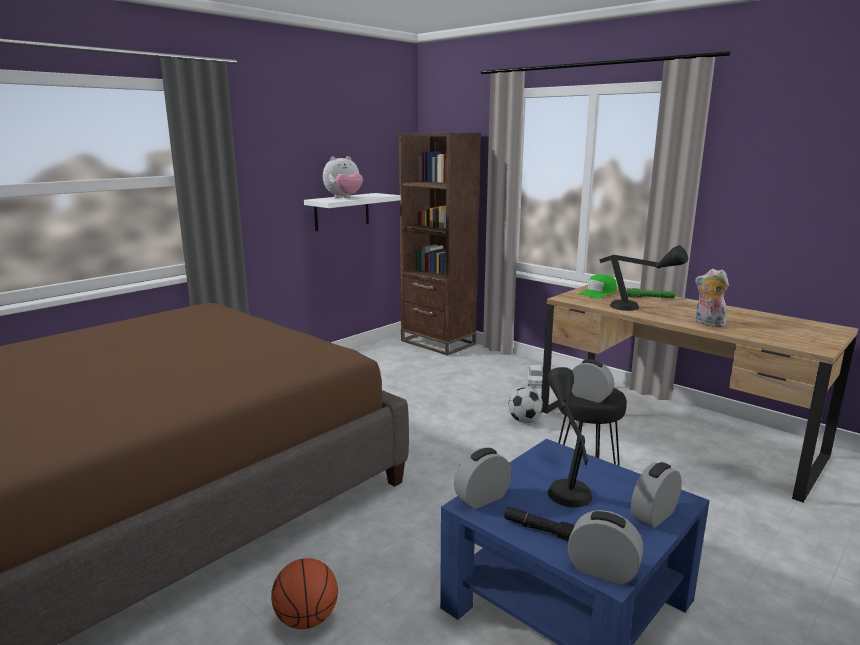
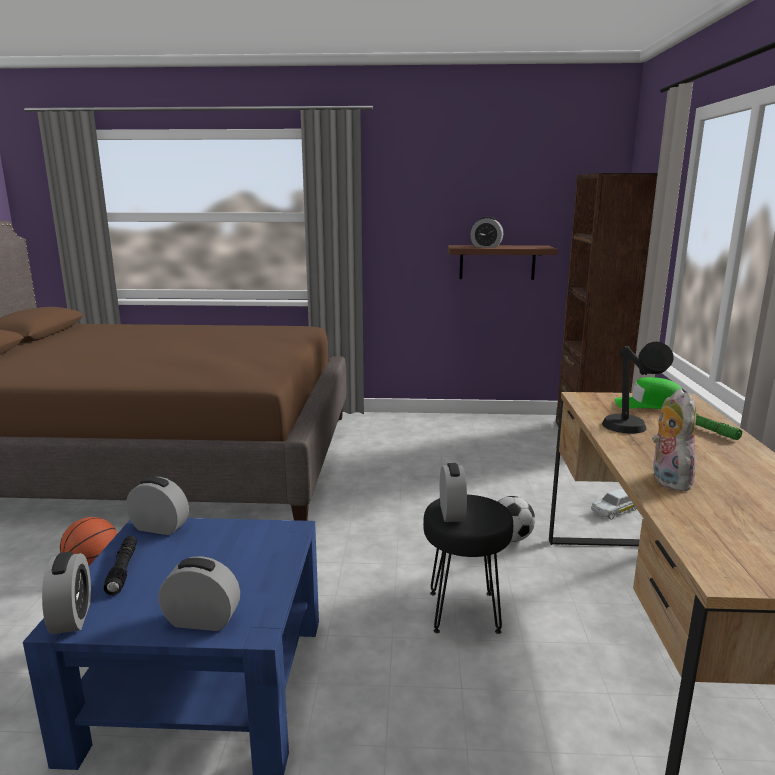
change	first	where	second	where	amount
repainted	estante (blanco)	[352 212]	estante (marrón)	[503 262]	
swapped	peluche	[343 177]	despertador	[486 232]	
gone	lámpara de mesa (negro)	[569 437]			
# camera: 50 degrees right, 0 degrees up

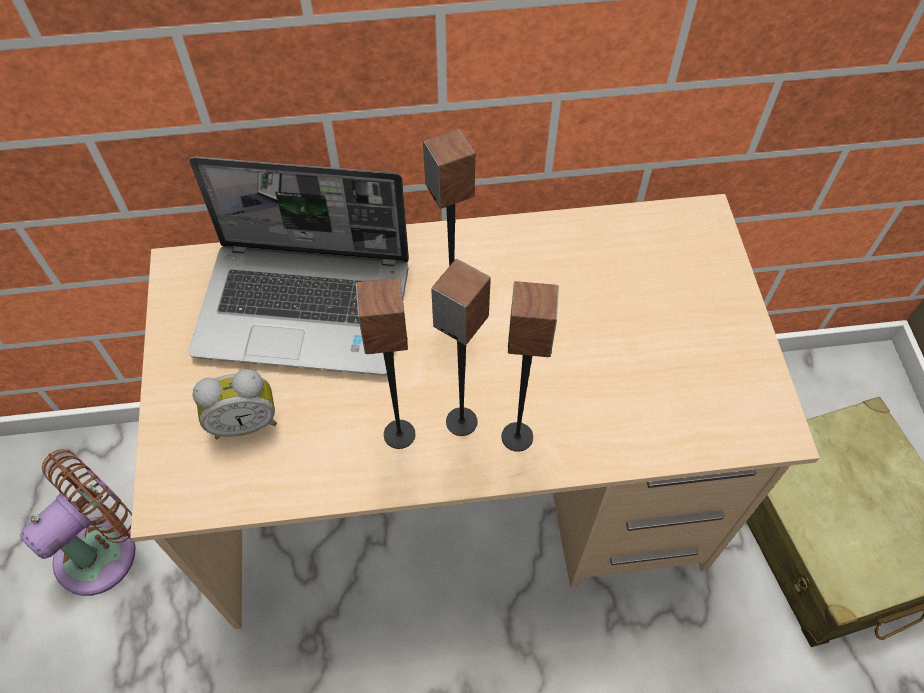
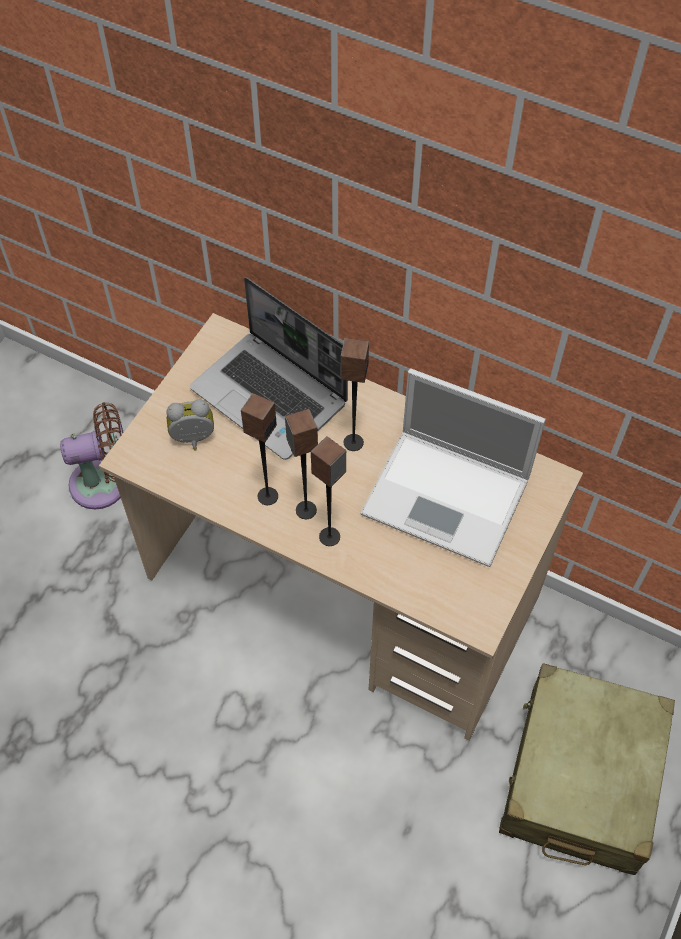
change	first	where	second	where	amount
rotated	despertador	[235 404]		[190 425]	150 degrees clockwise
new			portátil	[453 467]	
# camera: 35 degrees right, 0 degrees up

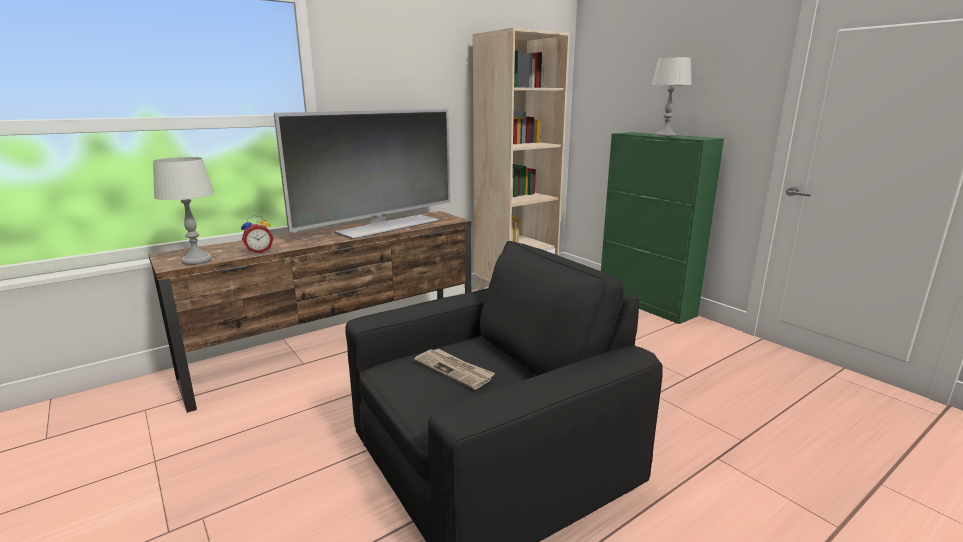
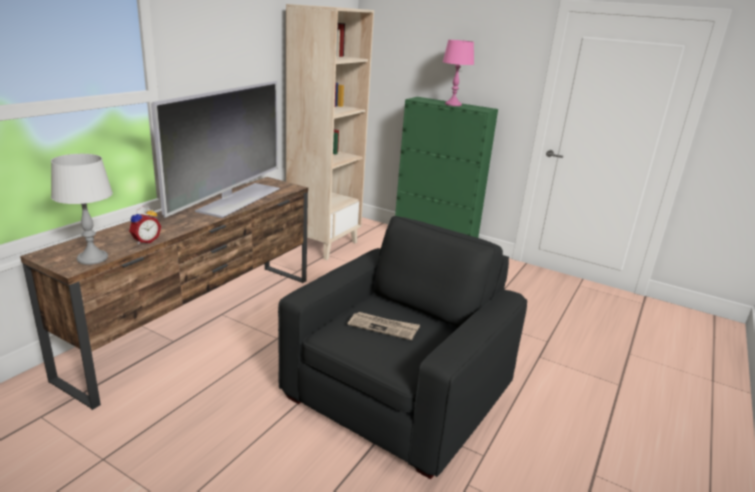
change	first	where	second	where	amount
repainted	lámpara de mesa (gris)	[671 97]	lámpara de mesa (rosa)	[458 73]	
# camera: 25 degrees left, 5 degrees up

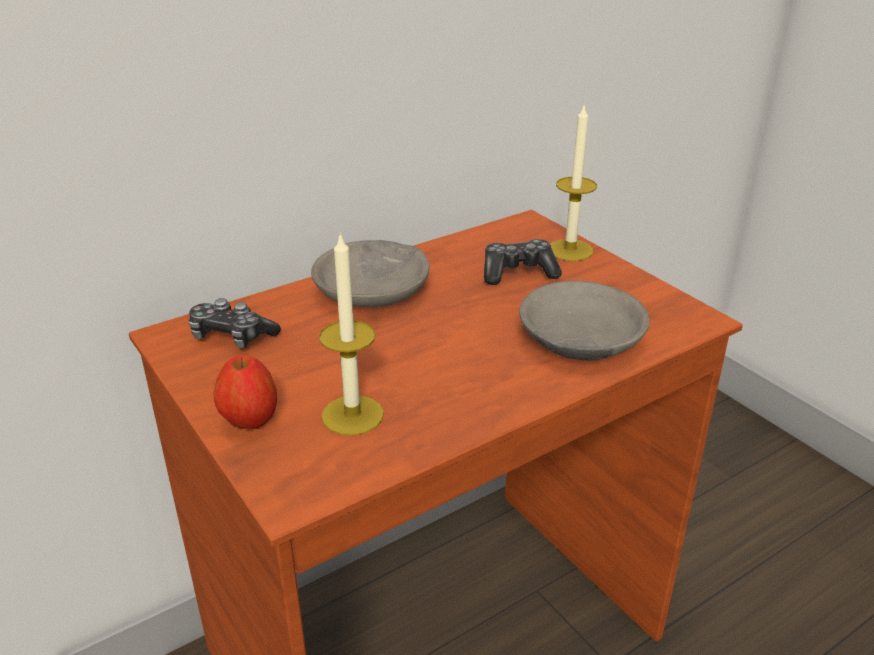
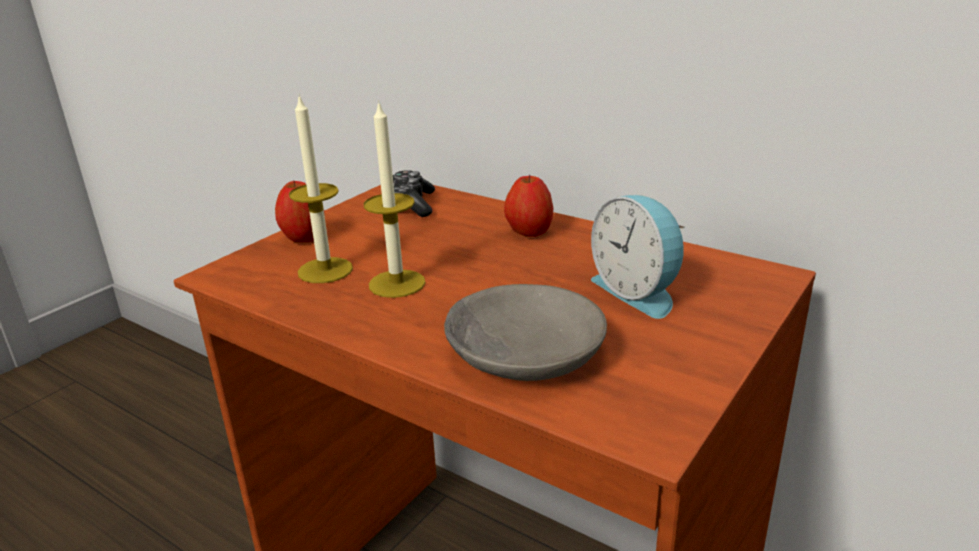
change	first	where	second	where	amount
shifted	vela	[573 182]		[395 199]	
swapped	cuenco (gris)	[370 273]	manzana	[528 205]	
swapped	mando de consola	[523 262]	despertador	[638 257]	
# camera: 70 degrees right, 5 degrees down

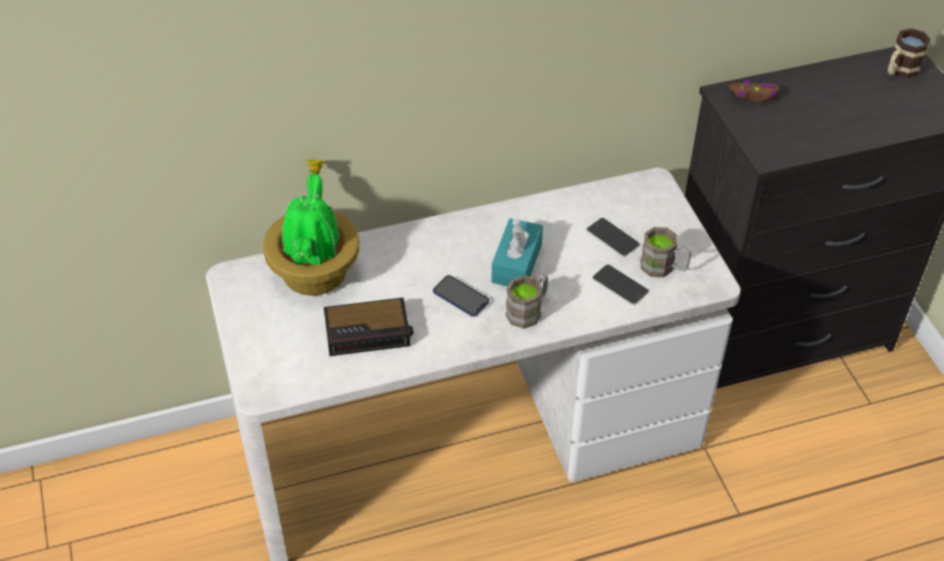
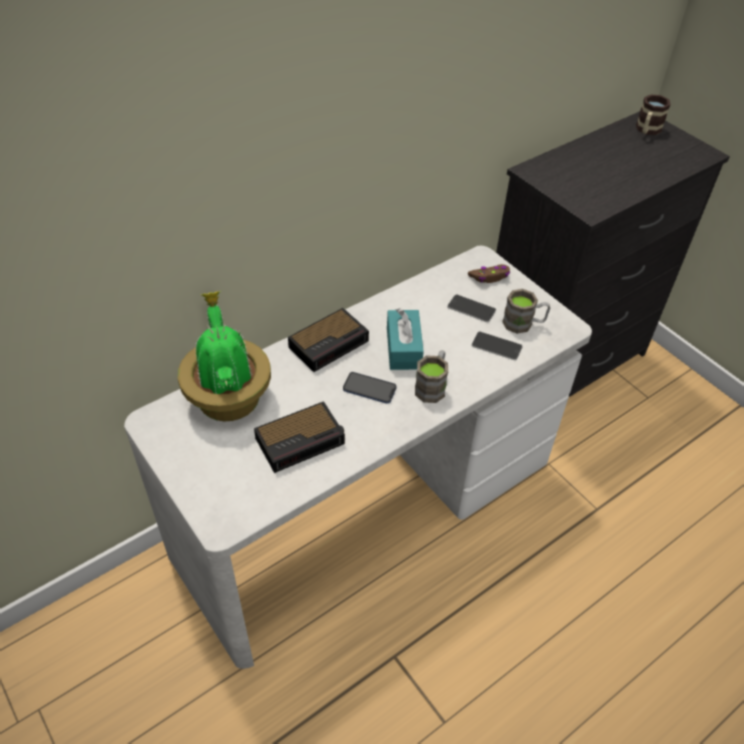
change	first	where	second	where	amount
new			despertador	[328 340]	
shifted	mando de consola (marrón)	[754 90]		[489 273]	
# camera: 20 degrees left, 0 degrees up

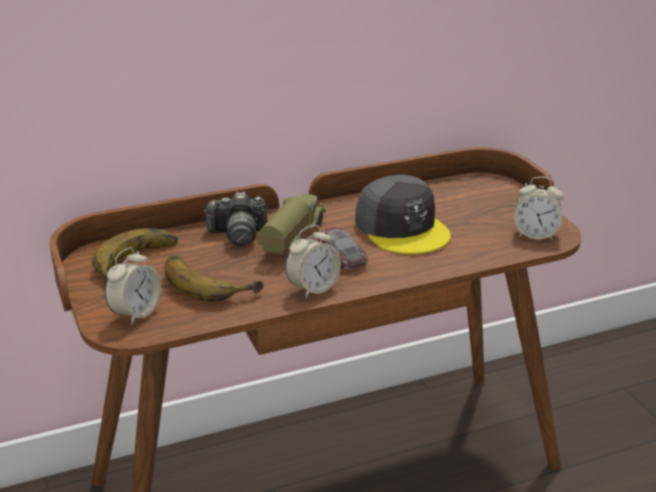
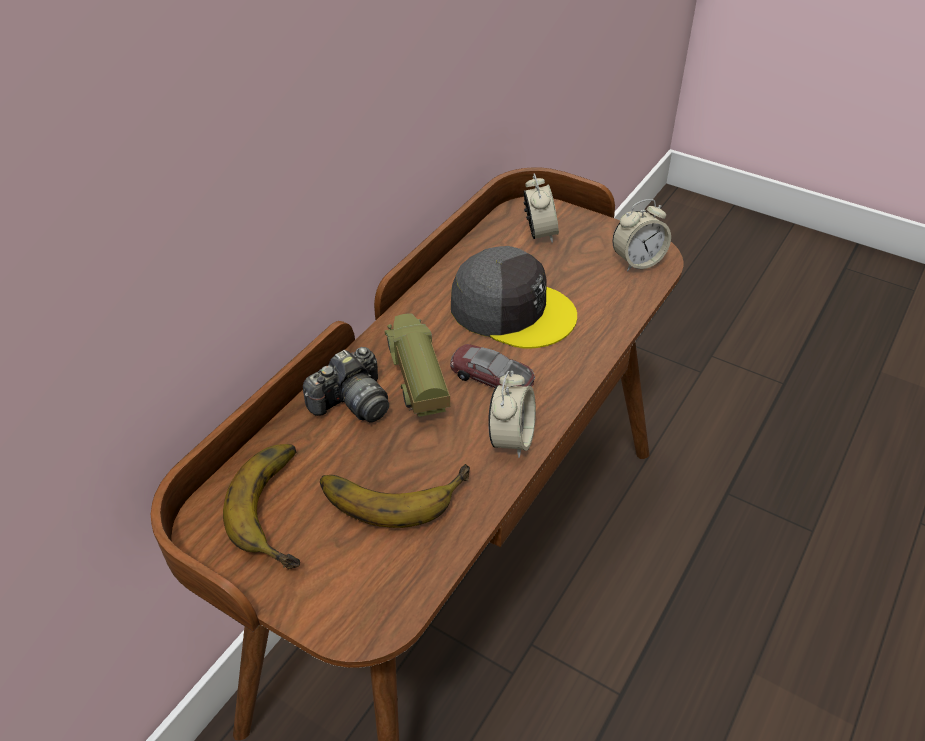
change	first	where	second	where	amount
shifted	despertador	[133 286]		[541 208]	
# camera: 35 degrees left, 15 degrees up

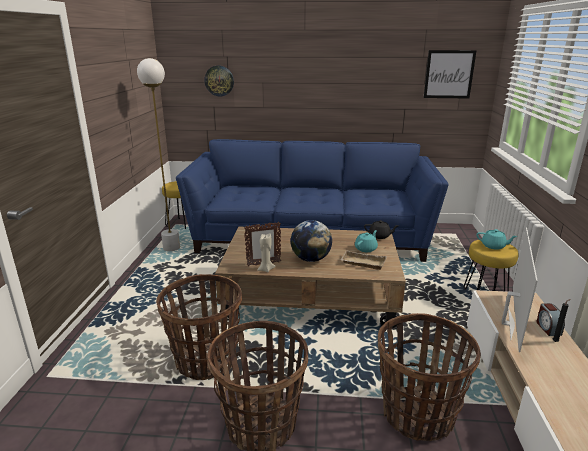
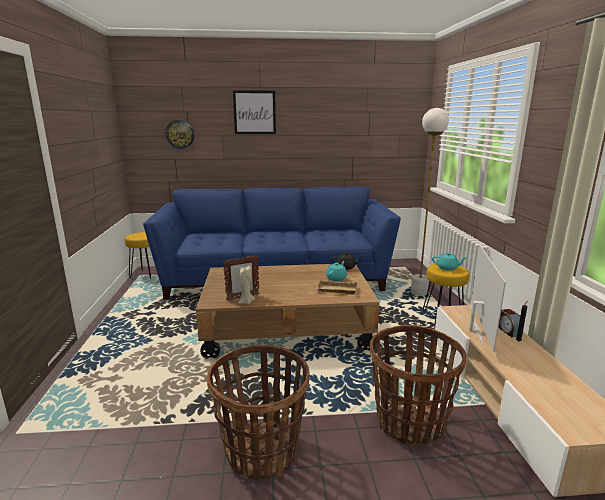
change	first	where	second	where	amount
shifted	cuadro	[450 74]		[254 112]	
shifted	lámpara de pie (blanco)	[158 154]		[430 202]	
gone	cesta	[199 327]			
gone	globo terráqueo	[311 241]			
# camera: 10 degrees left, 5 degrees down

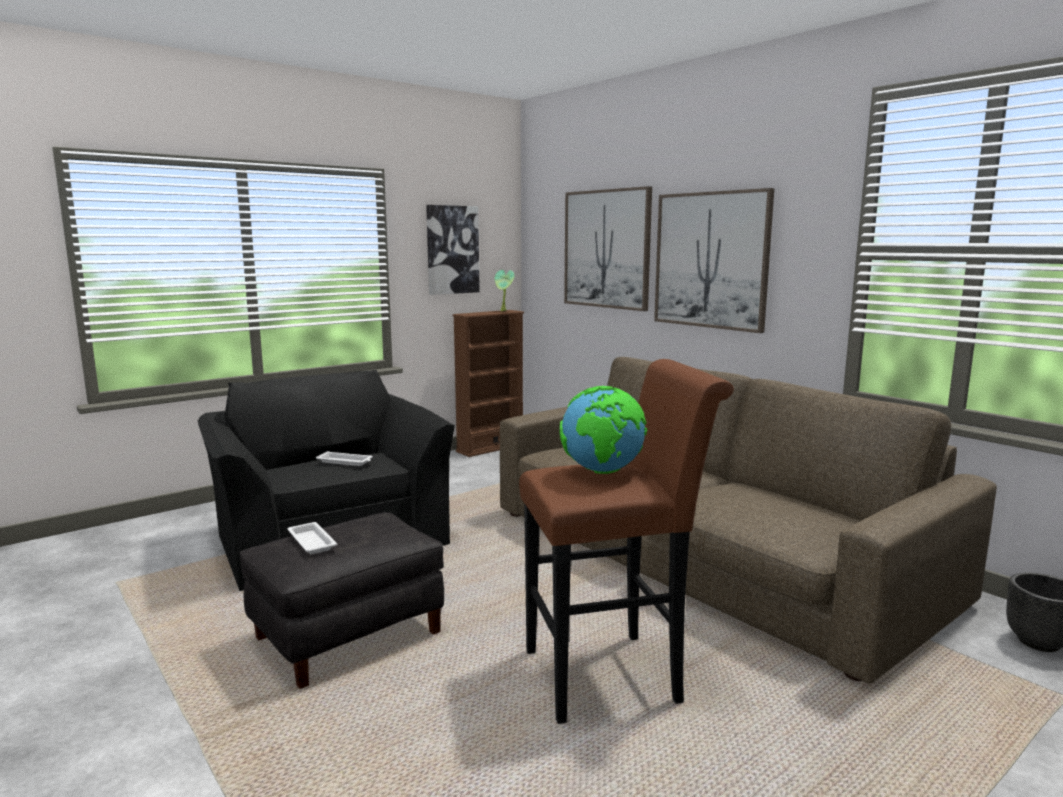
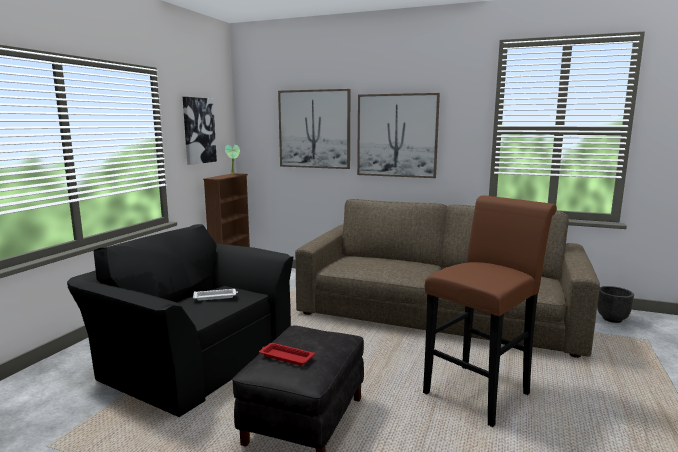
change	first	where	second	where	amount
repainted	bandeja (blanco)	[312 538]	bandeja (rojo)	[287 354]	
gone	globo terráqueo	[603 430]			
# camera: 30 degrees left, 0 degrees up

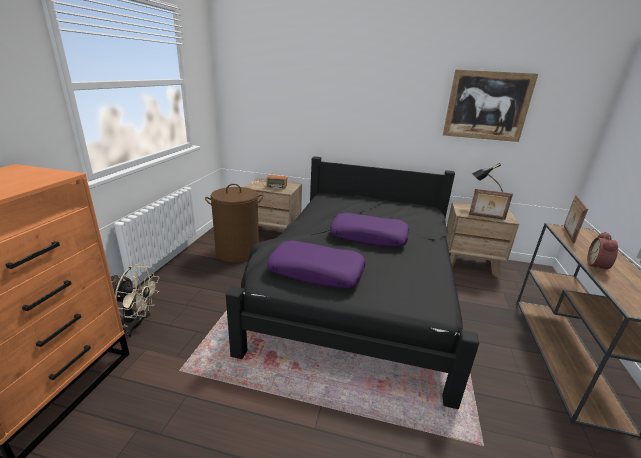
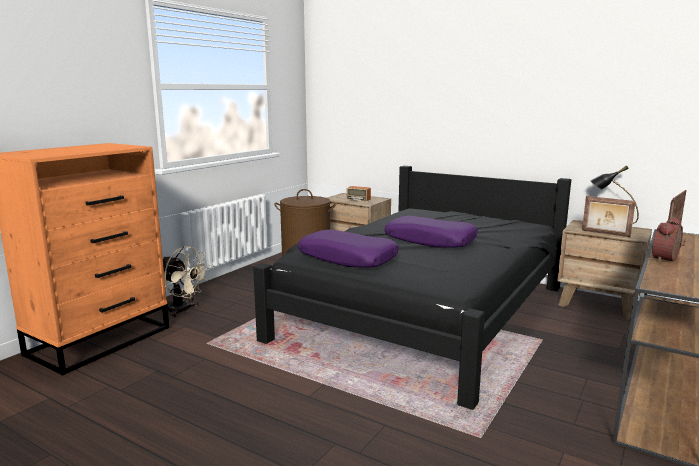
change	first	where	second	where	amount
gone	cuadro	[490 106]			
# camera: 20 degrees right, 10 degrees down

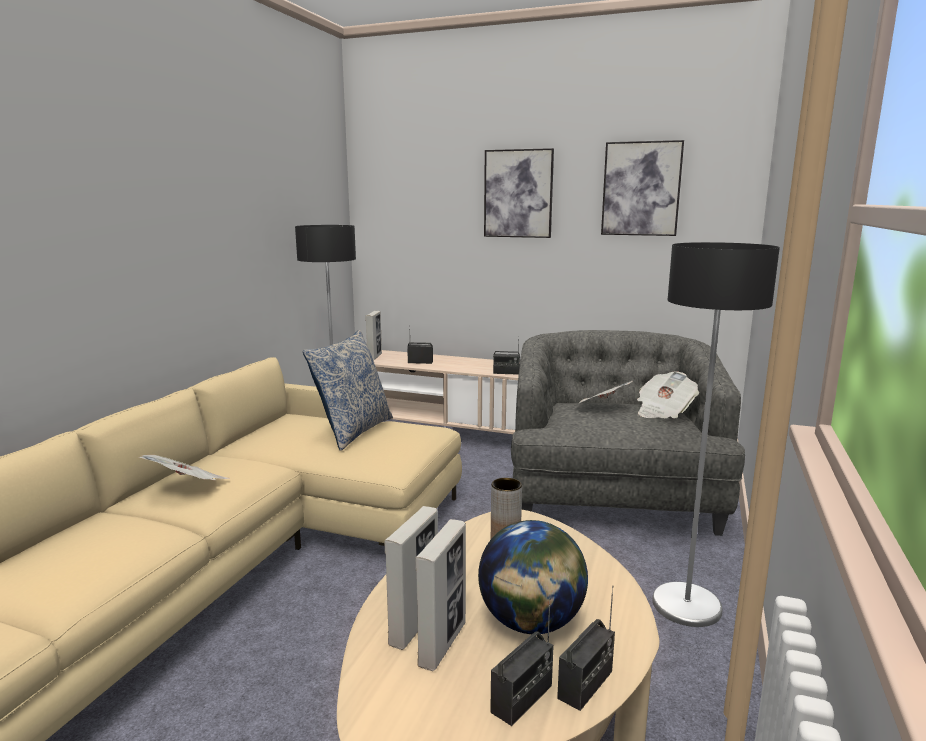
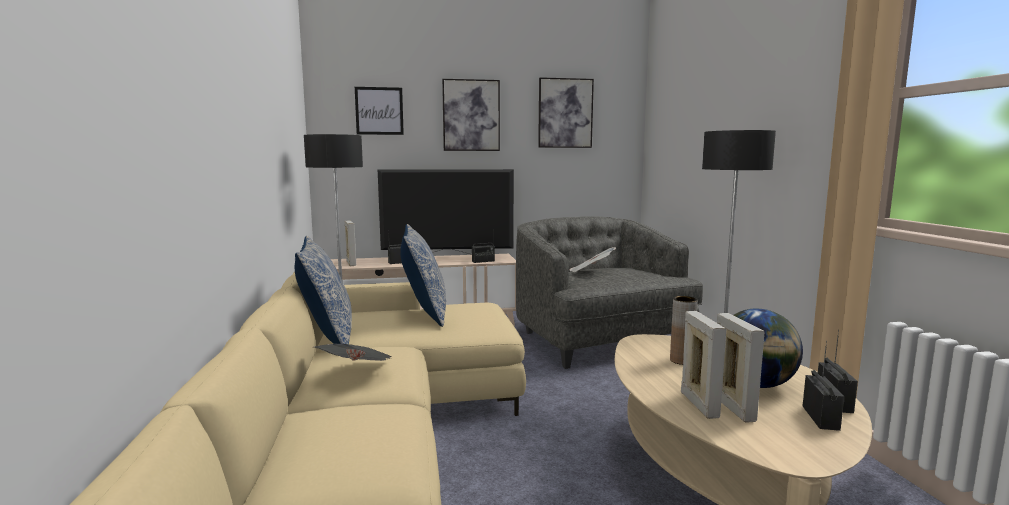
change	first	where	second	where	amount
new			cojín	[323 290]	
new			cuadro	[379 111]	
new			televisor	[446 212]	
gone	periódico	[668 394]			
# camera: 30 degrees left, 5 degrees down

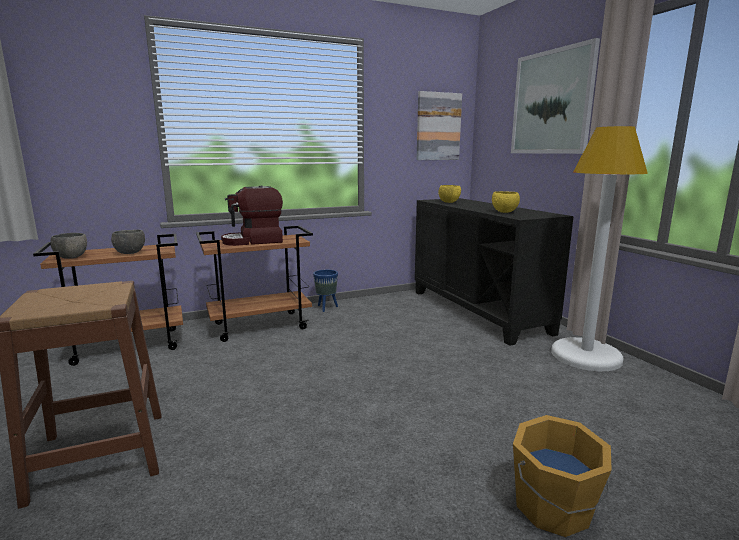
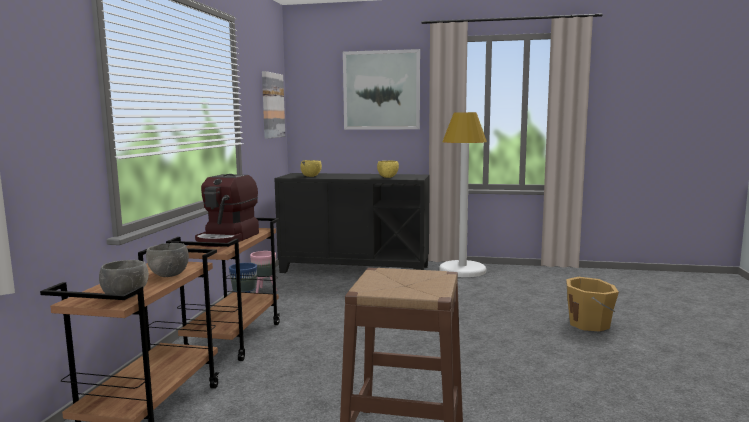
change	first	where	second	where	amount
new			maceta (rosa)	[263 272]	
# camera: 55 degrees left, 5 degrees down

